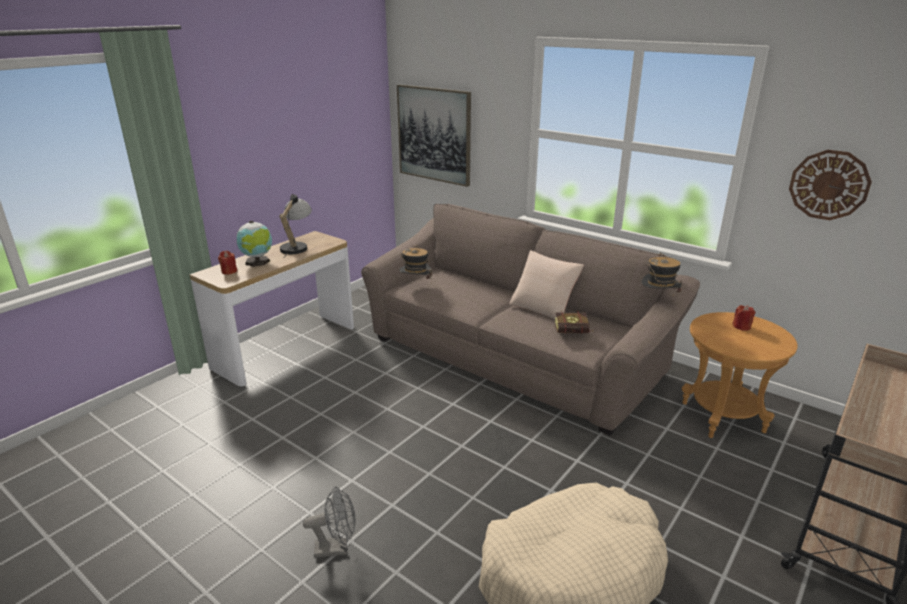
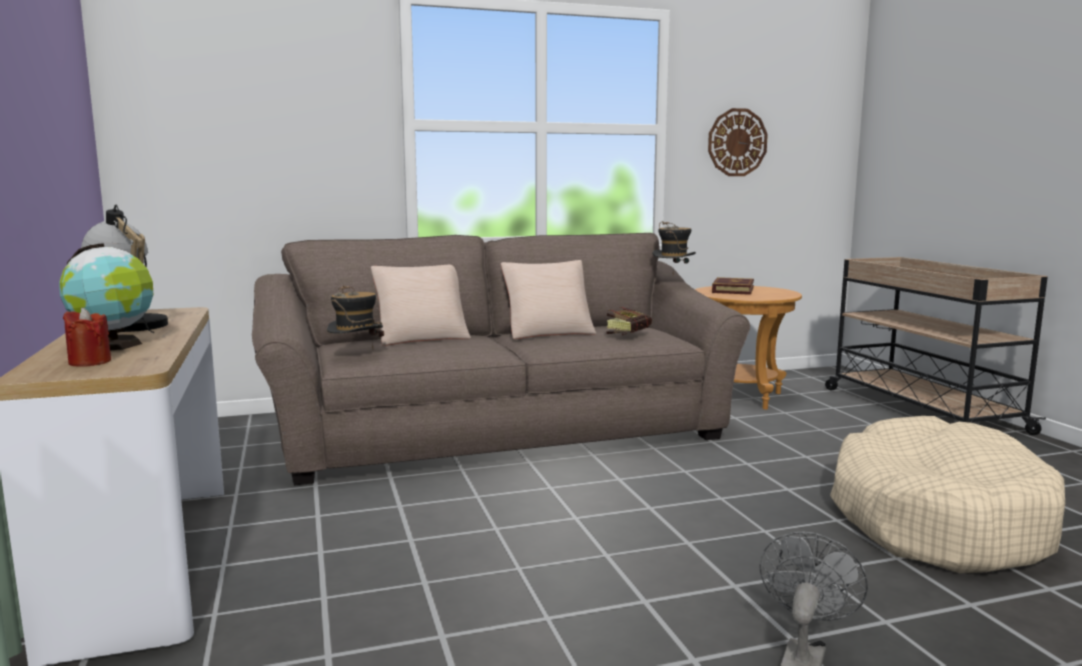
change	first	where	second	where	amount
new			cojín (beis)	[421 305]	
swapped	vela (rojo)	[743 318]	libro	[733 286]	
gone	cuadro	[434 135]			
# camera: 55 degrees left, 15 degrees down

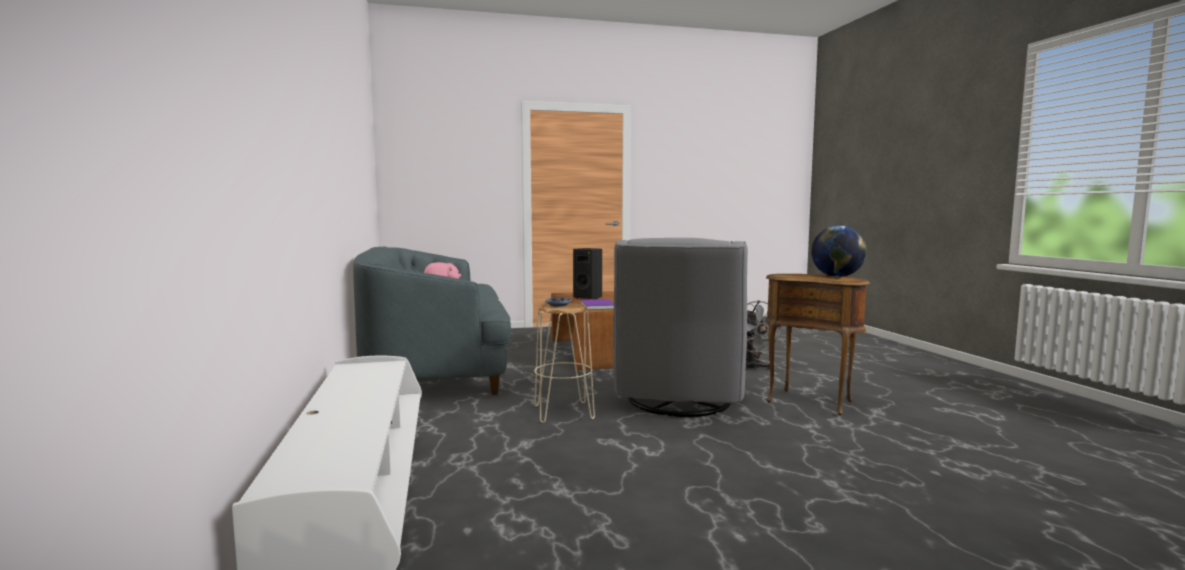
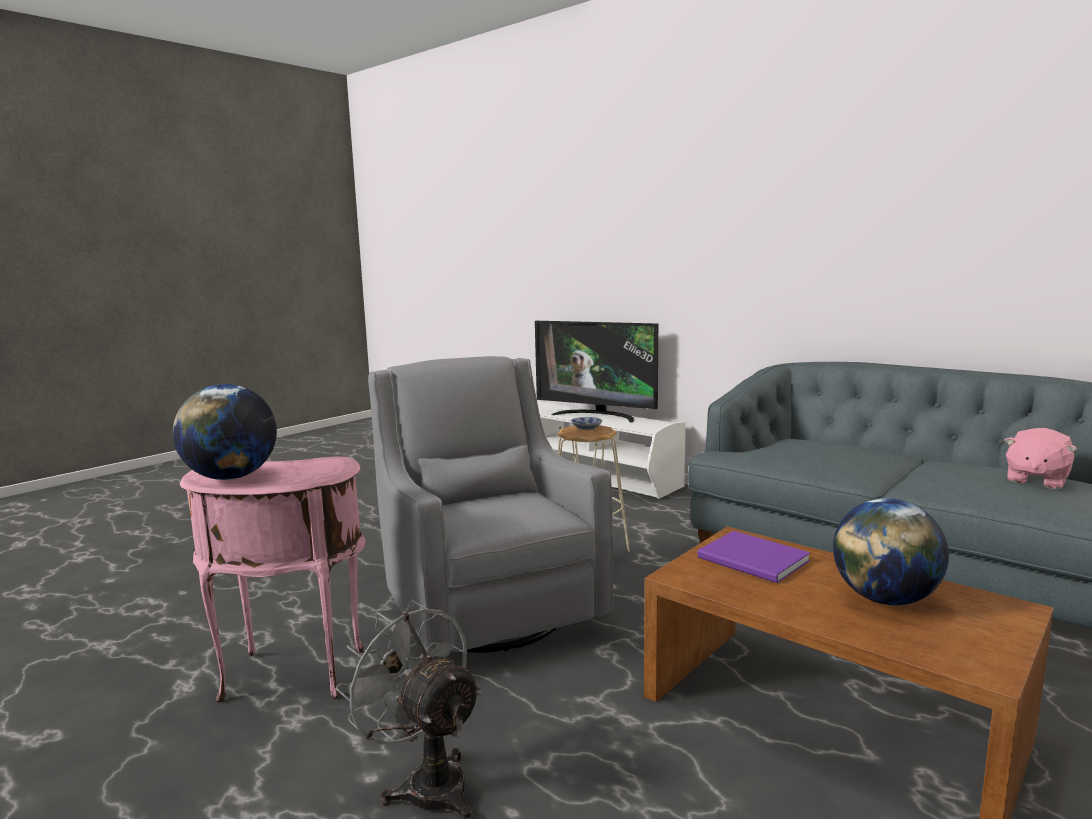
change	first	where	second	where	amount
repainted	mesa auxiliar (marrón)	[817 345]	mesa auxiliar (rosa)	[272 579]	
new			televisor	[596 371]	
swapped	altavoz (negro)	[587 274]	globo terráqueo	[891 551]	
# camera: 145 degrees right, 5 degrees up

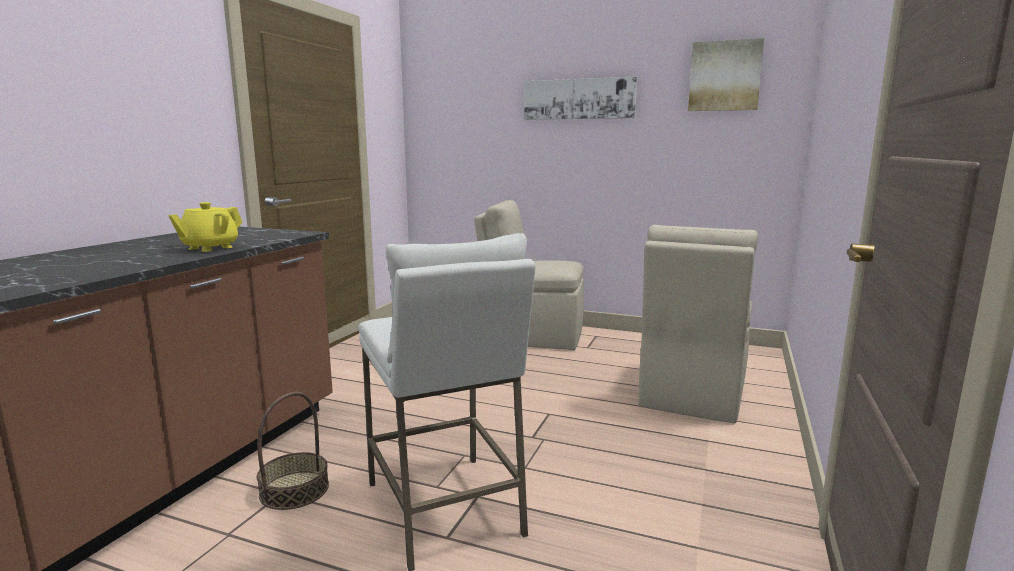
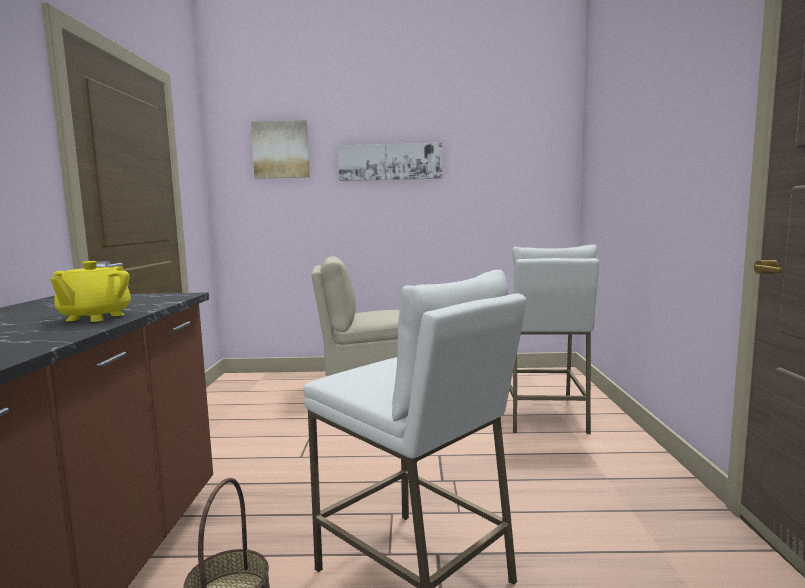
change	first	where	second	where	amount
shifted	cuadro	[726 74]		[280 149]	
swapped	silla (beis)	[698 324]	taburete (blanco)	[554 339]	
# camera: 20 degrees left, 5 degrees down

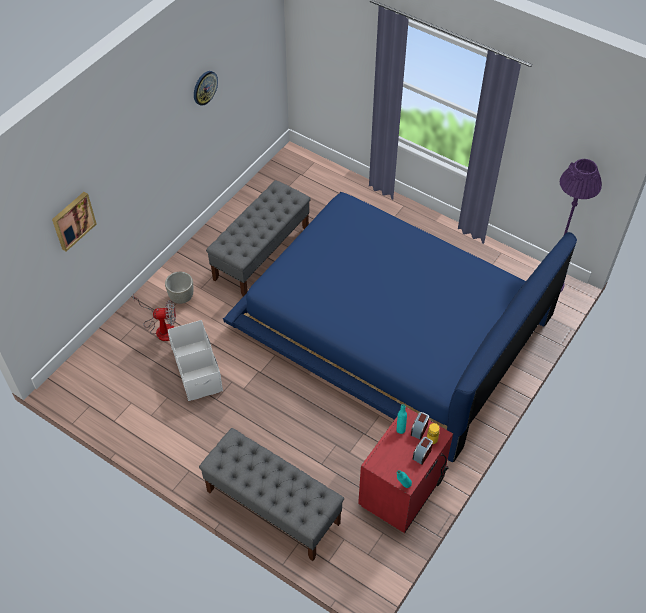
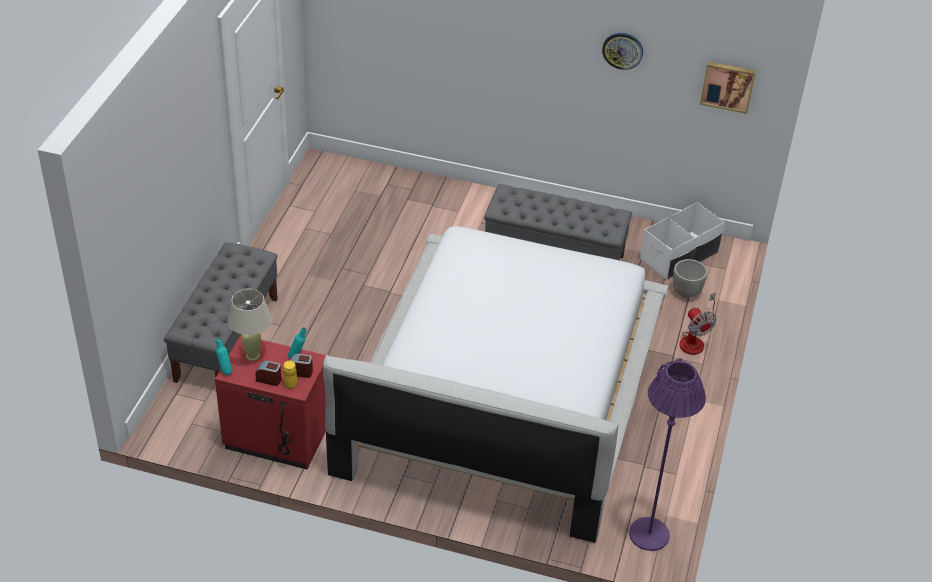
change	first	where	second	where	amount
new			lámpara de mesa (beis)	[250 325]	
repainted	cama (azul)	[400 327]	cama (blanco)	[496 384]	
shifted	caja de almacenaje (blanco)	[195 360]		[682 241]	
shifted	maceta (gris)	[179 288]		[690 278]	
shifted	ventilador	[154 317]		[697 323]	
shifted	cuadro	[74 222]		[728 88]	
# camera: 70 degrees right, 10 degrees down

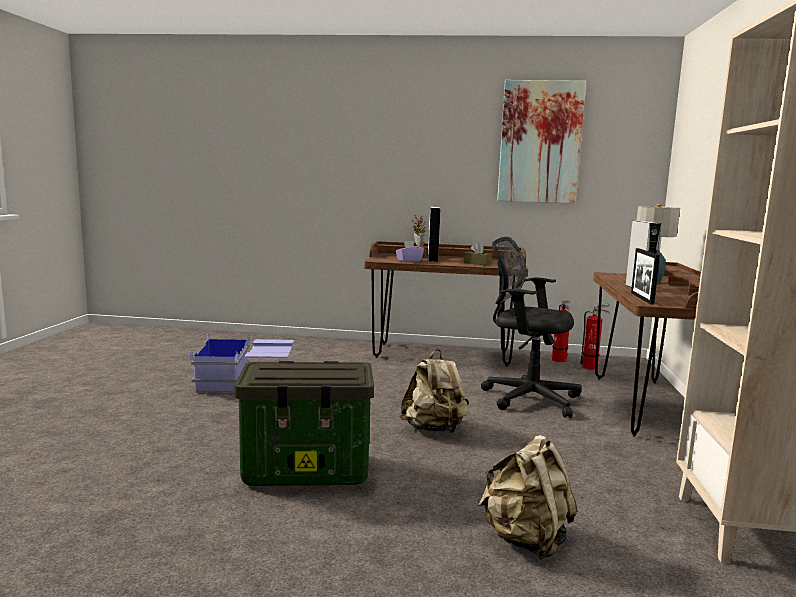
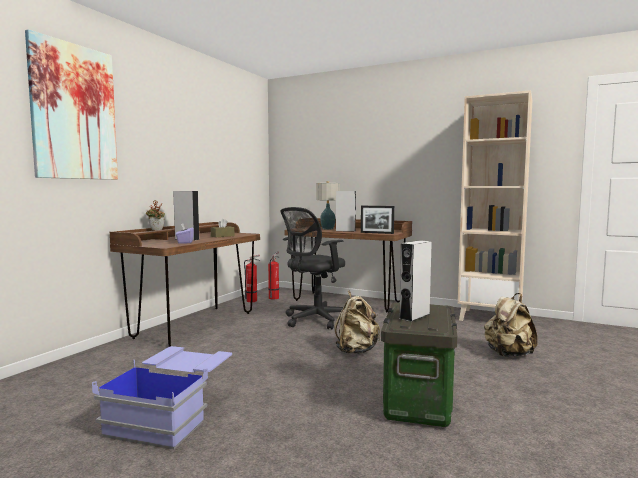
change	first	where	second	where	amount
shifted	cuadro	[541 142]		[71 104]	
new			altavoz (gris)	[415 281]	
# camera: 70 degrees left, 5 degrees down

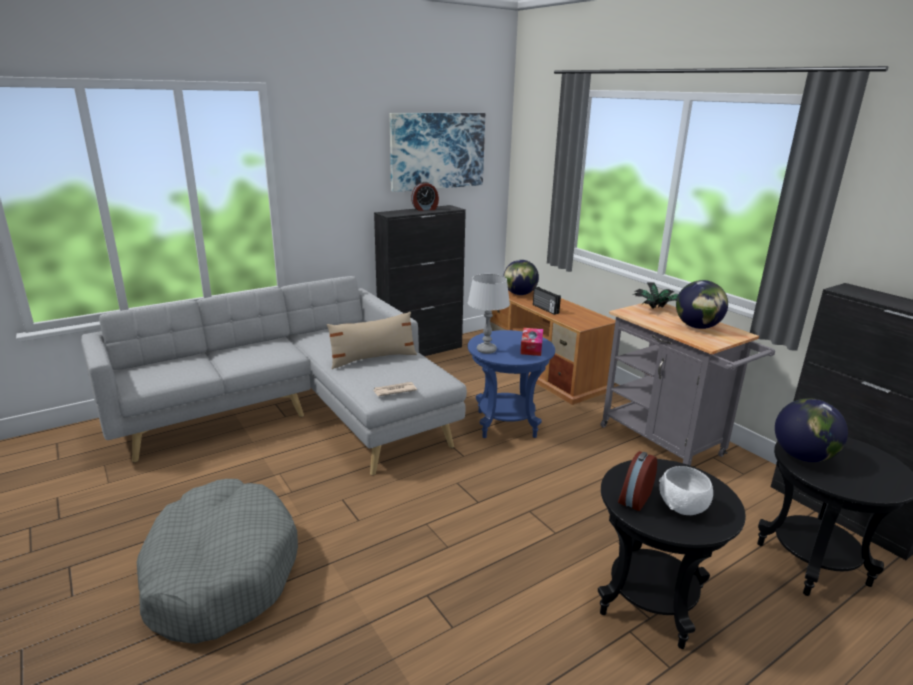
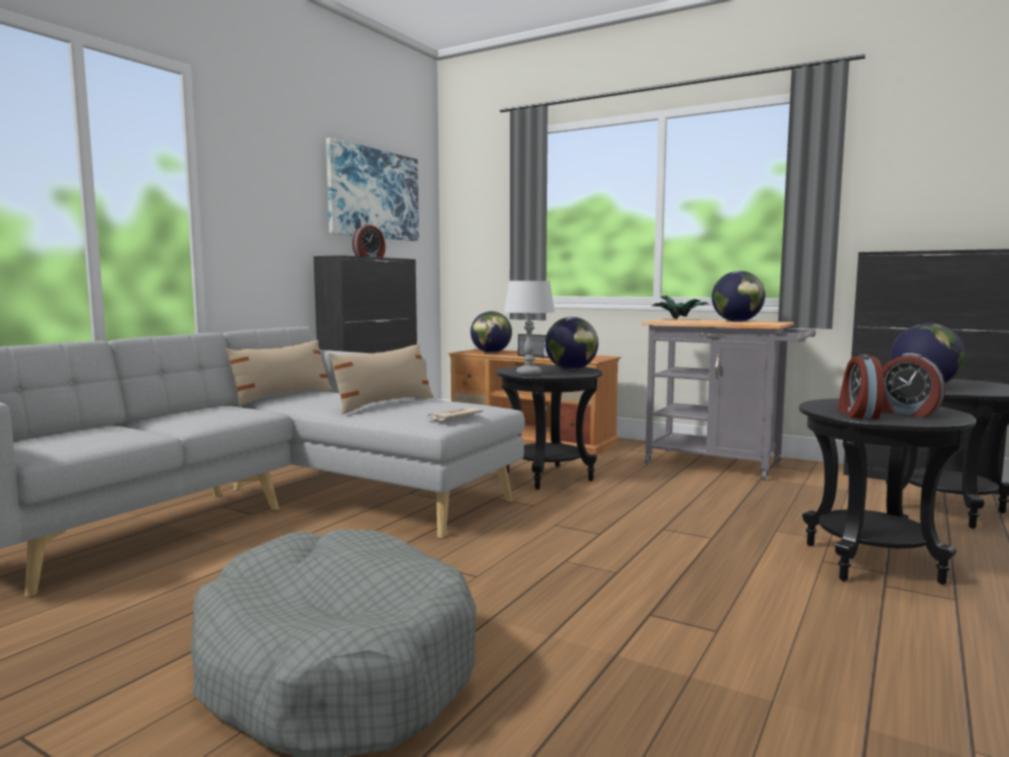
change	first	where	second	where	amount
new			cojín (beis)	[279 372]	
repainted	mesa auxiliar (azul)	[511 384]	mesa auxiliar (negro)	[549 427]	
swapped	caja de pañuelos	[531 342]	globo terráqueo	[571 343]	
swapped	cuenco (blanco)	[686 490]	despertador	[913 385]	
# camera: 25 degrees left, 15 degrees down

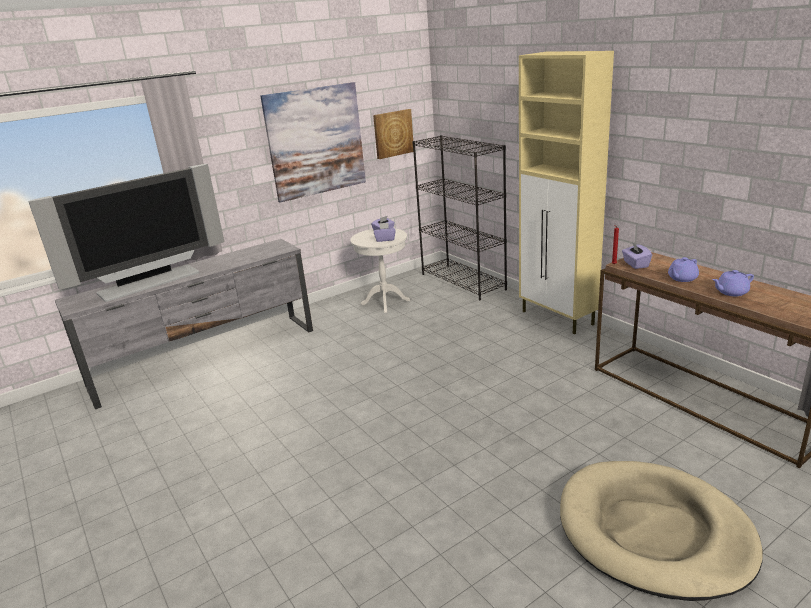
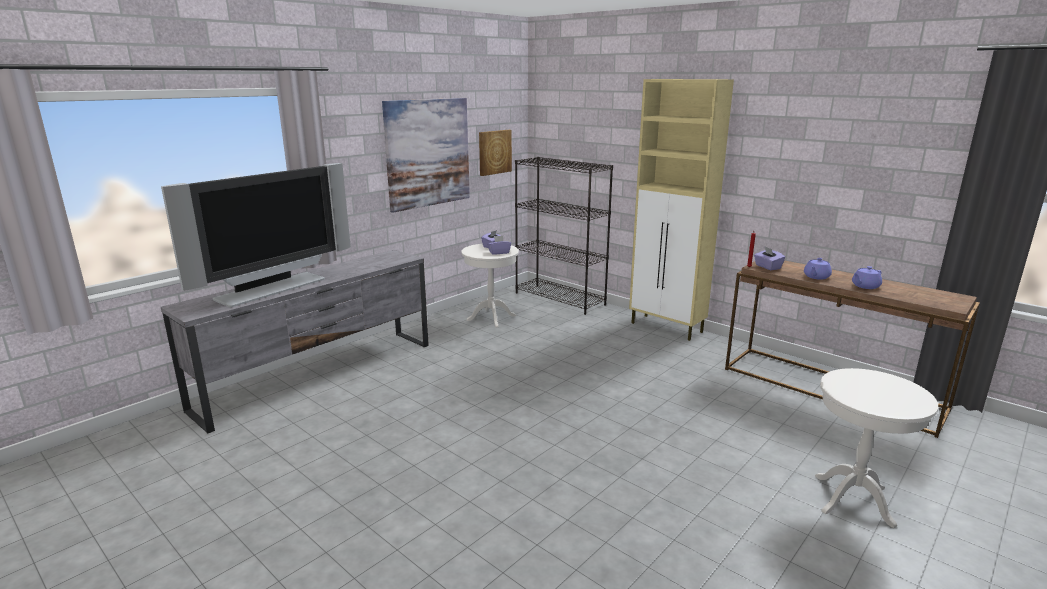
change	first	where	second	where	amount
swapped	cama para perro (beis)	[661 531]	mesa auxiliar (blanco)	[876 448]	
# camera: 15 degrees left, 5 degrees down

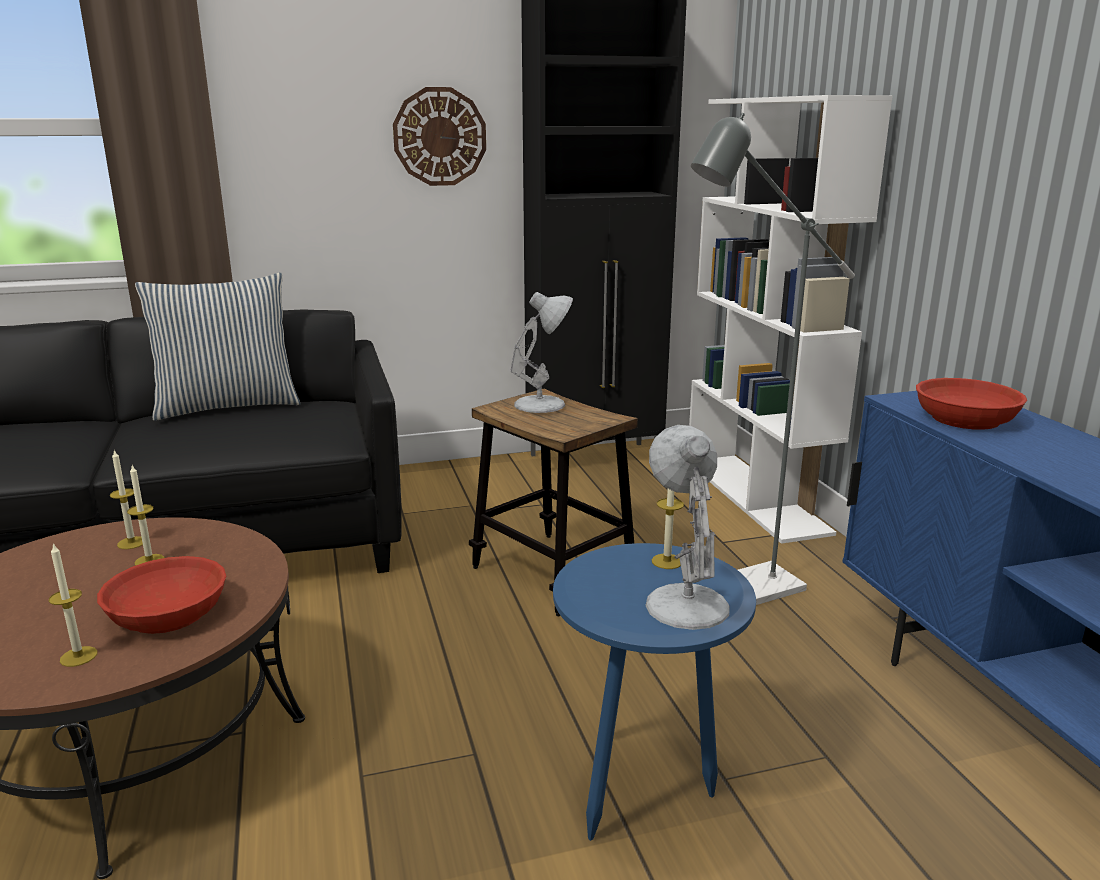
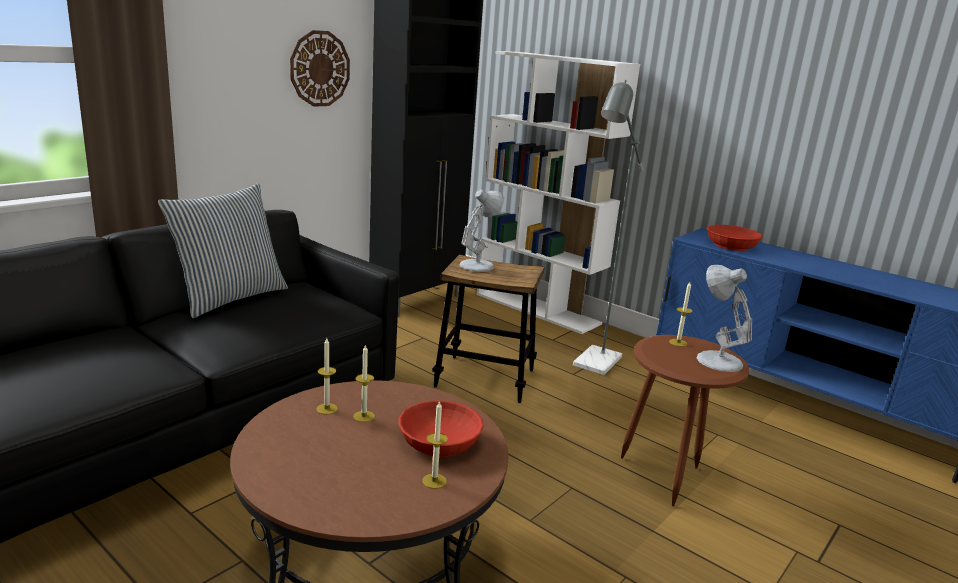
change	first	where	second	where	amount
repainted	mesa auxiliar (azul)	[654 692]	mesa auxiliar (marrón)	[685 420]	
# camera: 35 degrees left, 0 degrees up

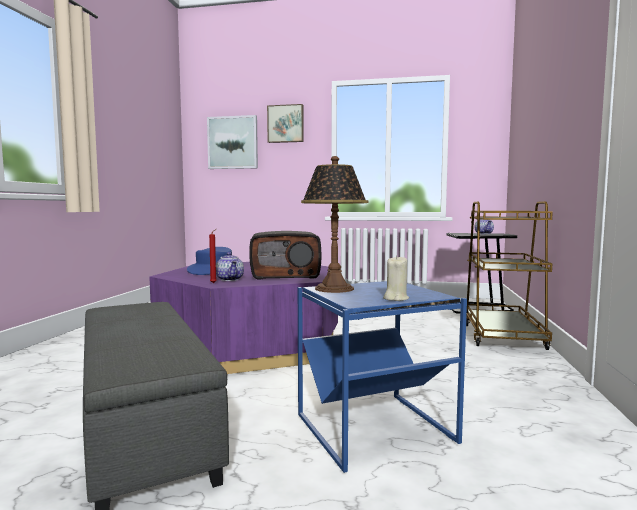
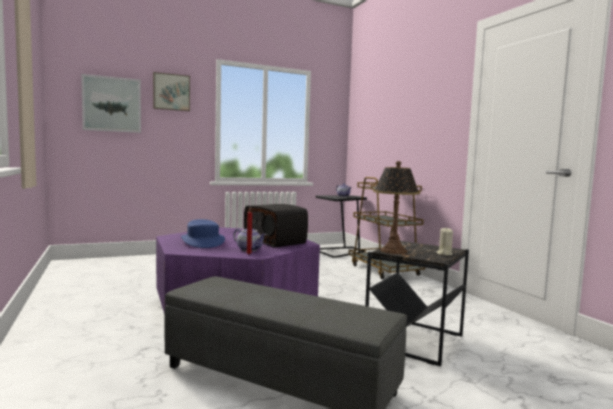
change	first	where	second	where	amount
rotated	radio	[285 255]		[276 226]	90 degrees clockwise
repainted	mesa auxiliar (azul)	[382 377]	mesa auxiliar (negro)	[417 303]	
# camera: 35 degrees left, 0 degrees up

